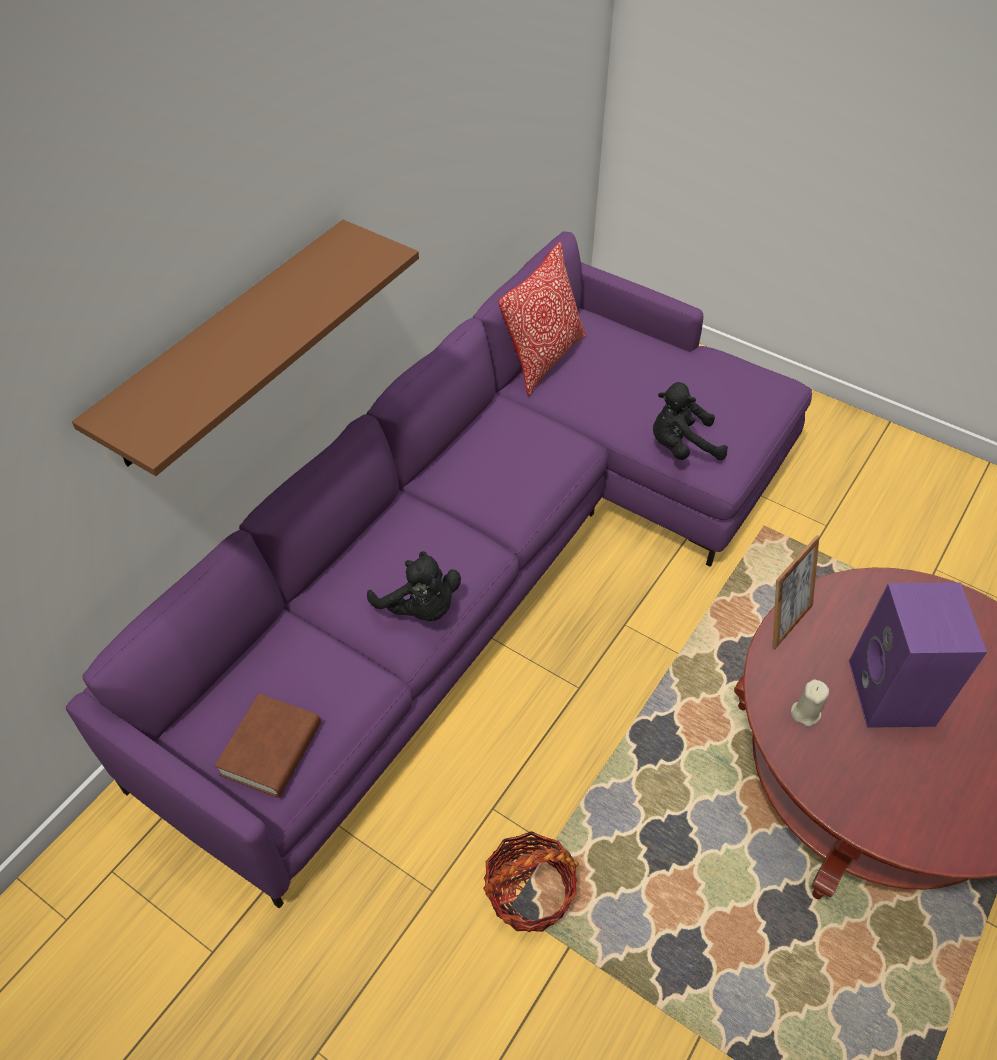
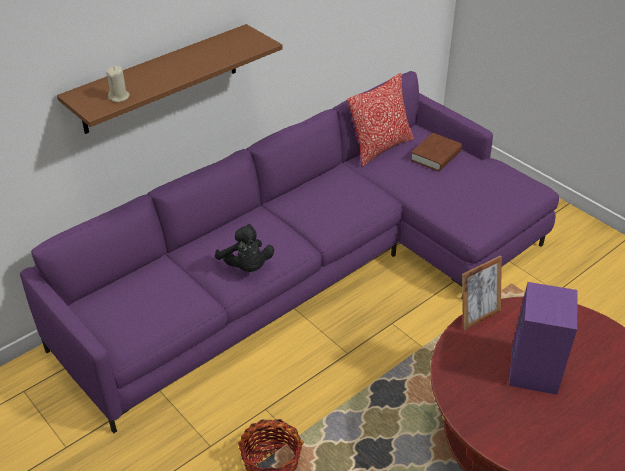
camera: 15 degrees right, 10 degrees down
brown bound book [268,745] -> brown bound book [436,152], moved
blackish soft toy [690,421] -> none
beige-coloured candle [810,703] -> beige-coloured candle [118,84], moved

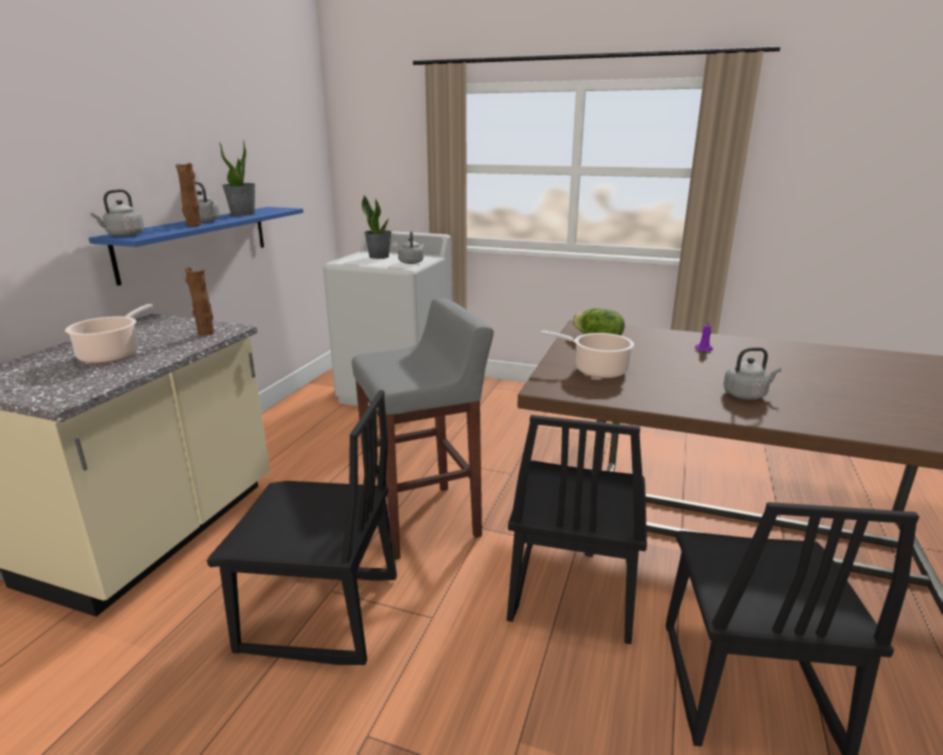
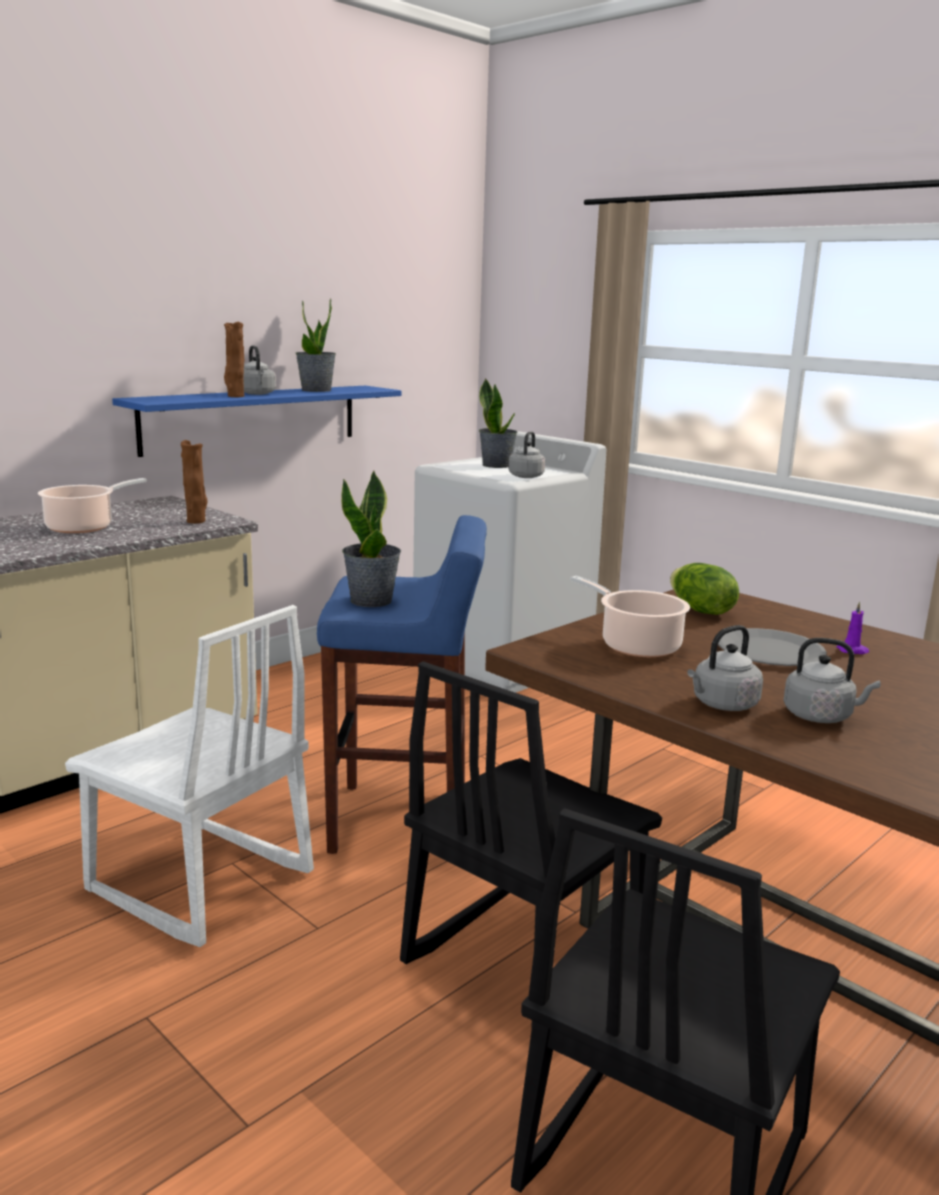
camera: 25 degrees right, 5 degrees down
greyish tea kettle [118,212] -> greyish tea kettle [725,668], moved
blackish plain chair [302,527] -> white plain chair [189,776]
greyish stool seat [423,429] -> bluish stool seat [402,684]
none -> plant in a pot [371,539]
none -> greyish plate [772,647]

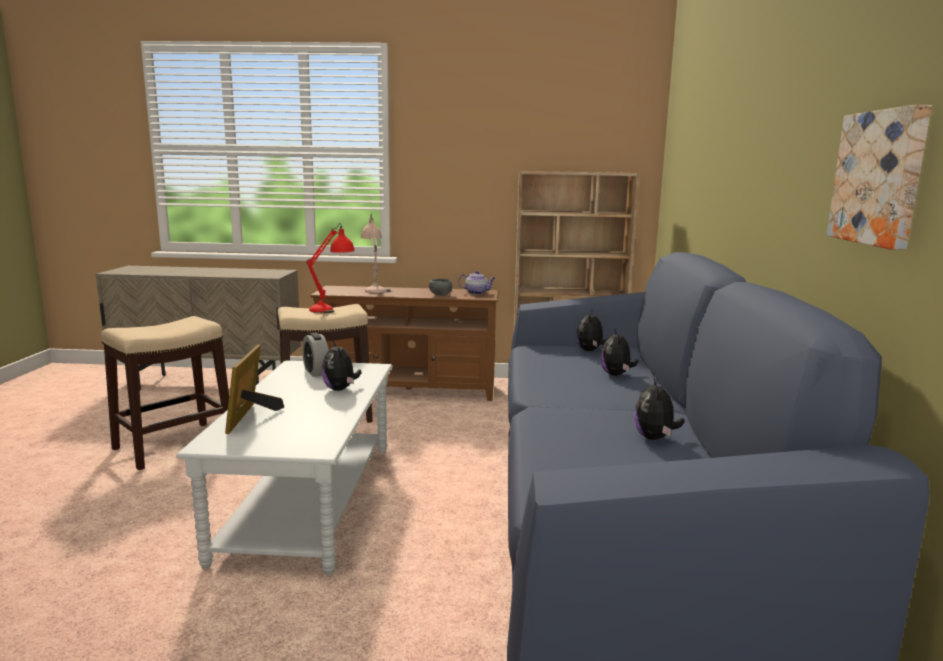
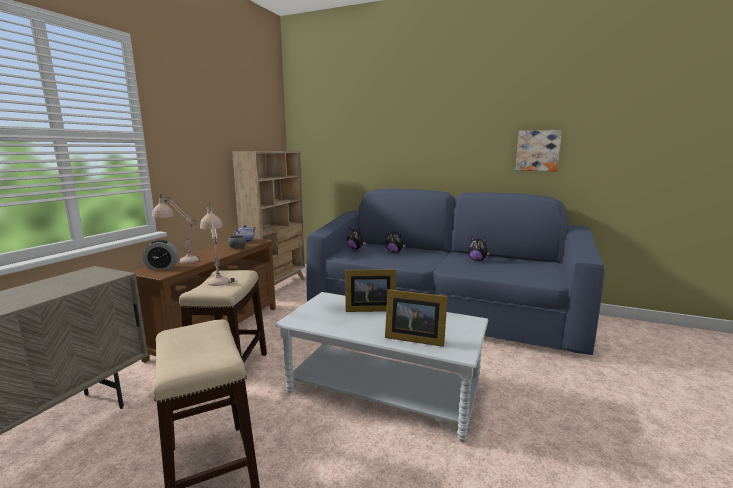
camera: 70 degrees left, 0 degrees up
alarm clock [315,355] -> alarm clock [161,255], moved
red lamp for a table [330,268] -> beige-coloured lamp for a table [217,244]
soft toy [341,366] -> photo frame [370,290]

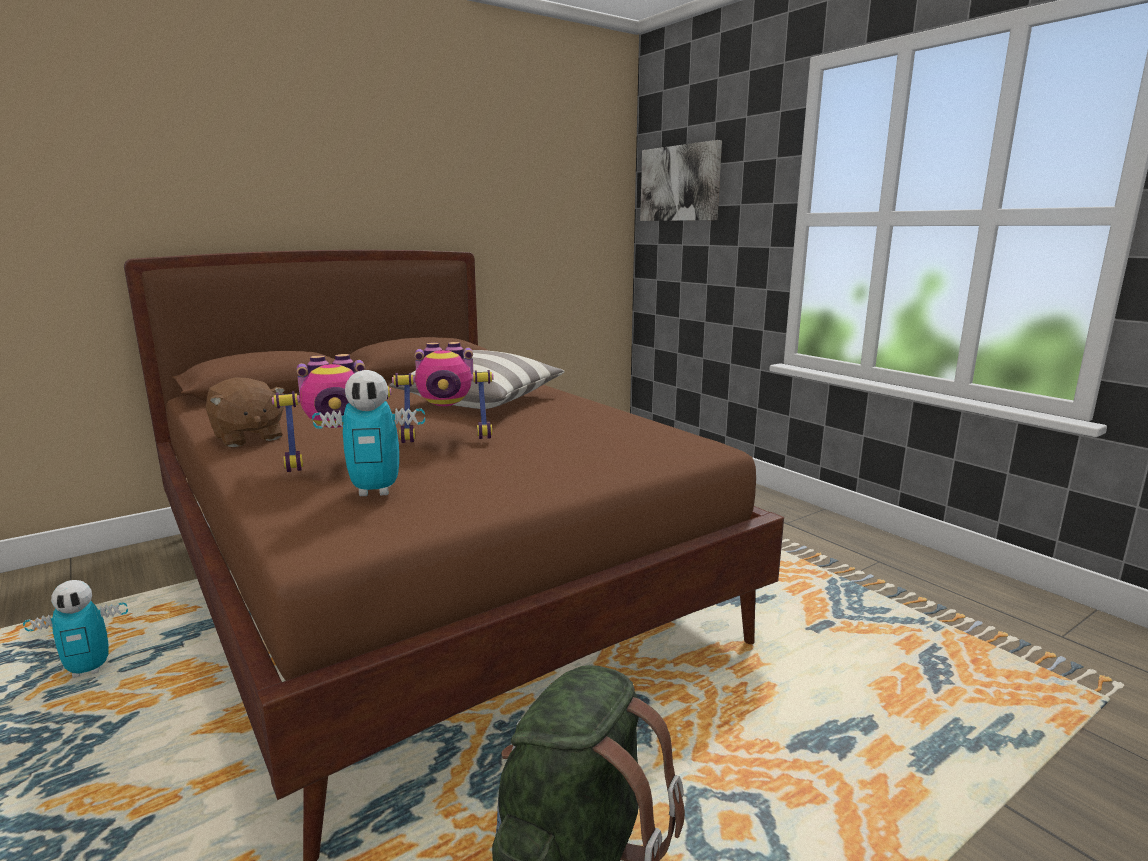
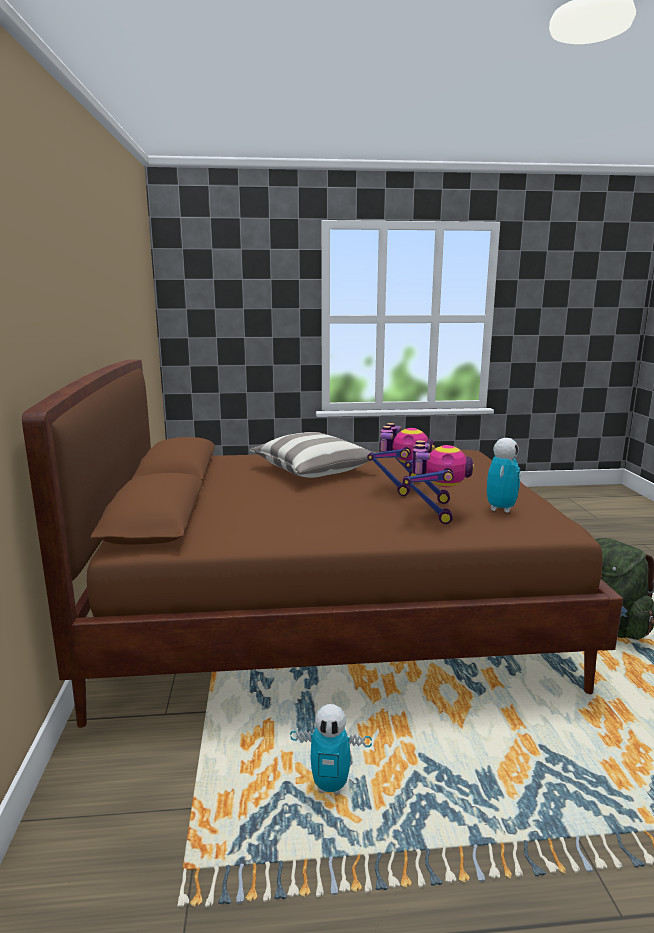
camera: 60 degrees left, 0 degrees up
model robot [75,629] -> model robot [331,749], 90 degrees clockwise
brown soft toy [245,412] -> none
wall art [681,180] -> none

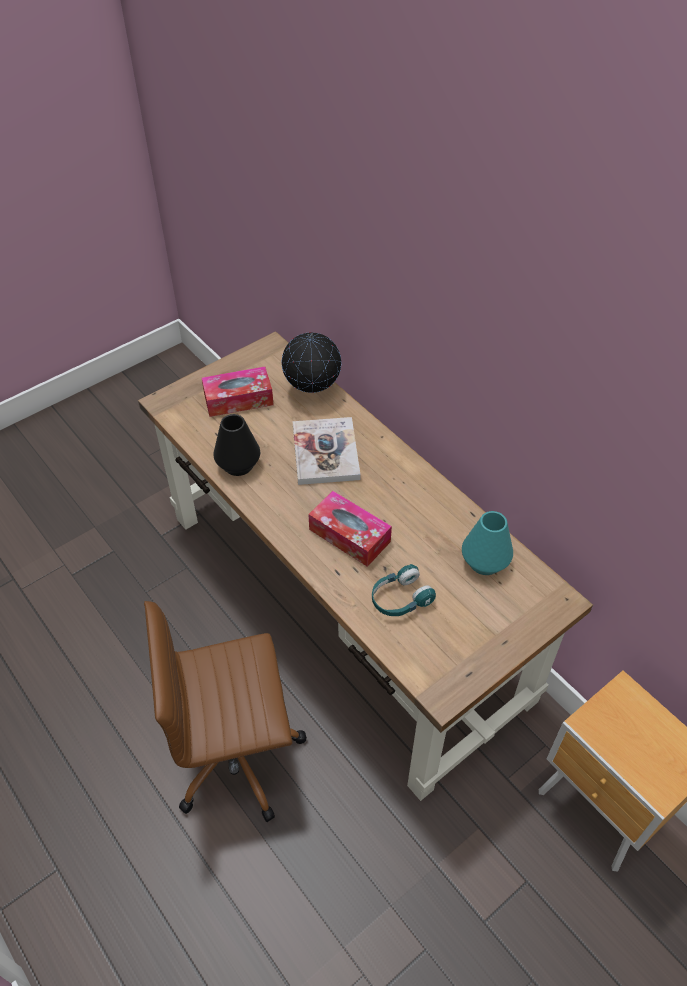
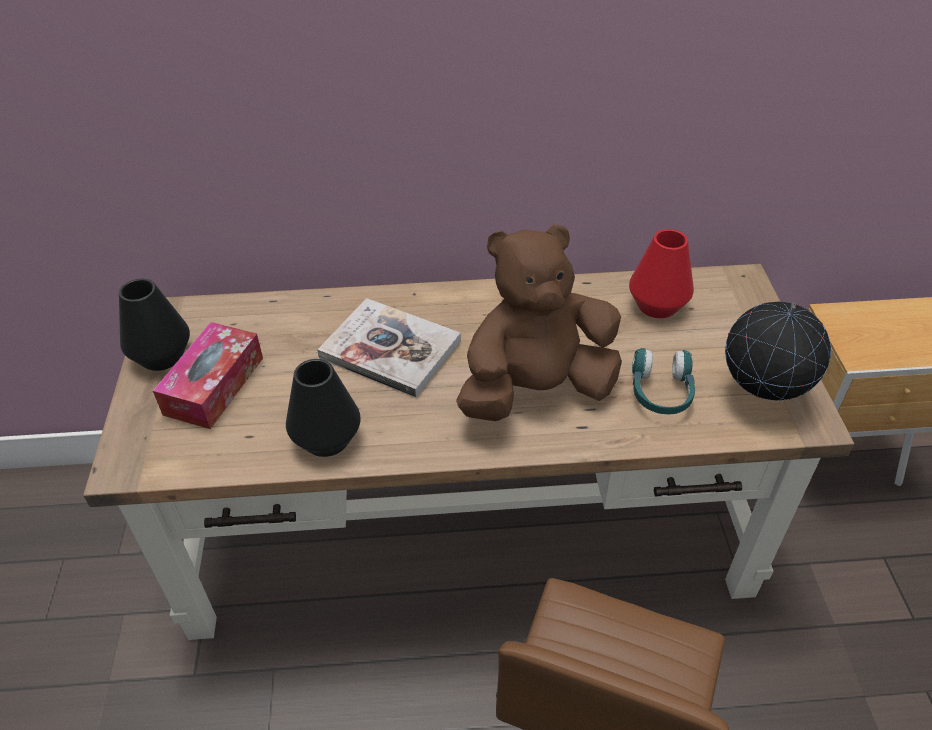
camera: 55 degrees left, 5 degrees down
globe [311,362] -> globe [778,351], moved
tissue holder [350,529] -> brown soft toy [539,322]
blue-green flower vase [487,543] -> red flower vase [661,273]
none -> blackish flower vase [154,325]

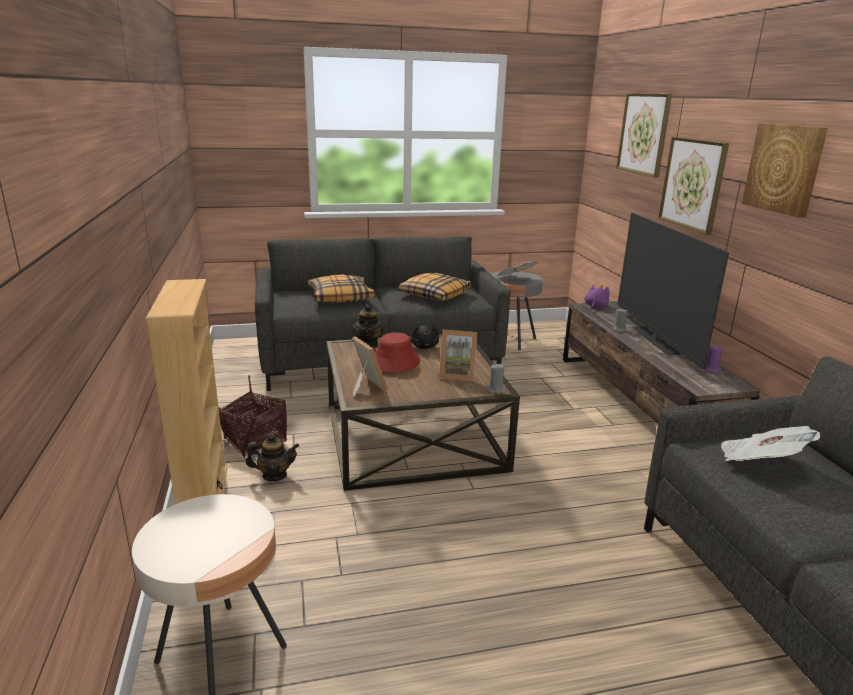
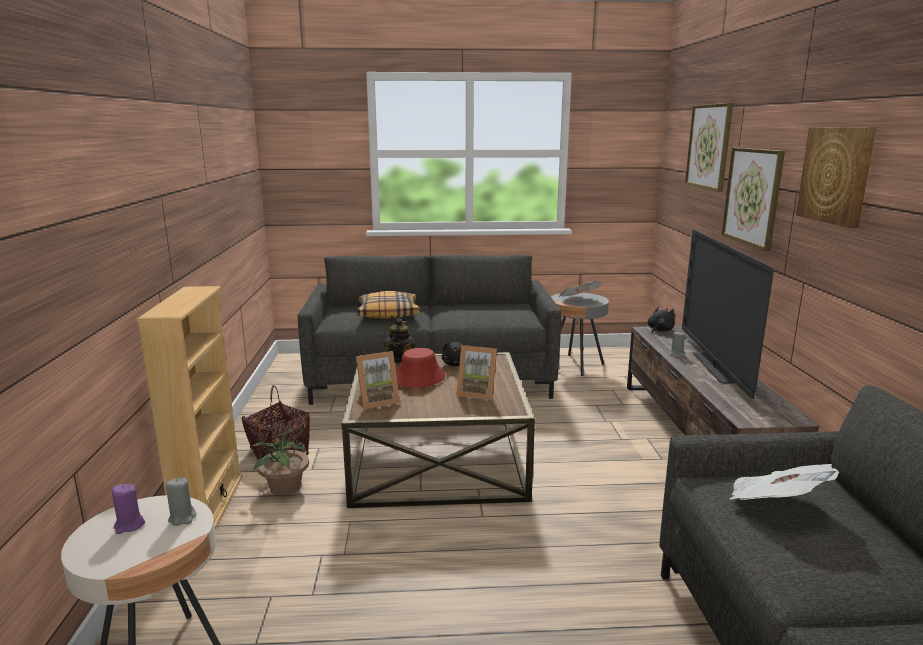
camera: 10 degrees right, 5 degrees down
pot for tea [272,457] -> plant in a pot [280,453]
photo frame [370,366] -> photo frame [378,380], 90 degrees clockwise
cushion [435,287] -> none
greyish candle [496,379] -> greyish candle [181,501], moved
purplish soft toy [597,297] -> blackish soft toy [661,320]
purplish candle [713,360] -> purplish candle [128,509], moved

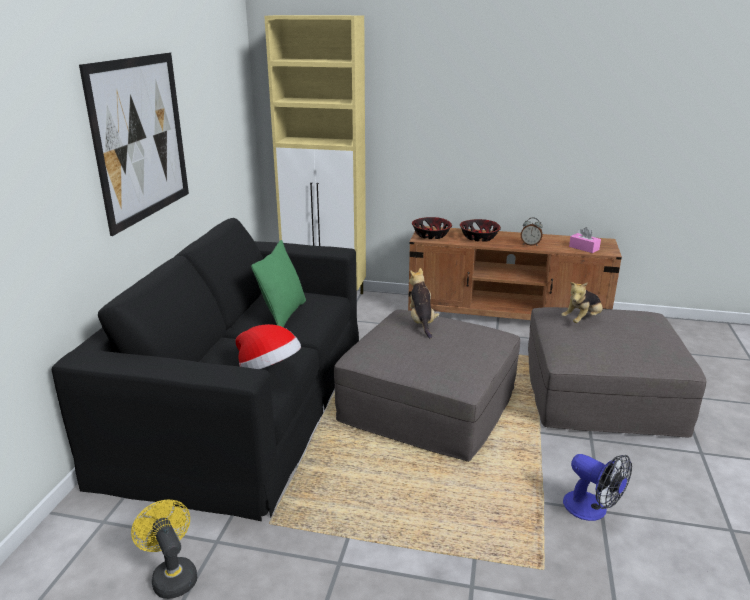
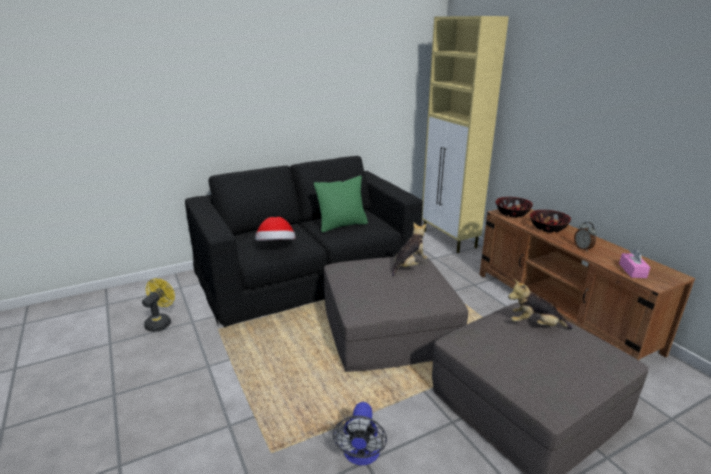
camera: 50 degrees right, 0 degrees up
wall art [134,144] -> none

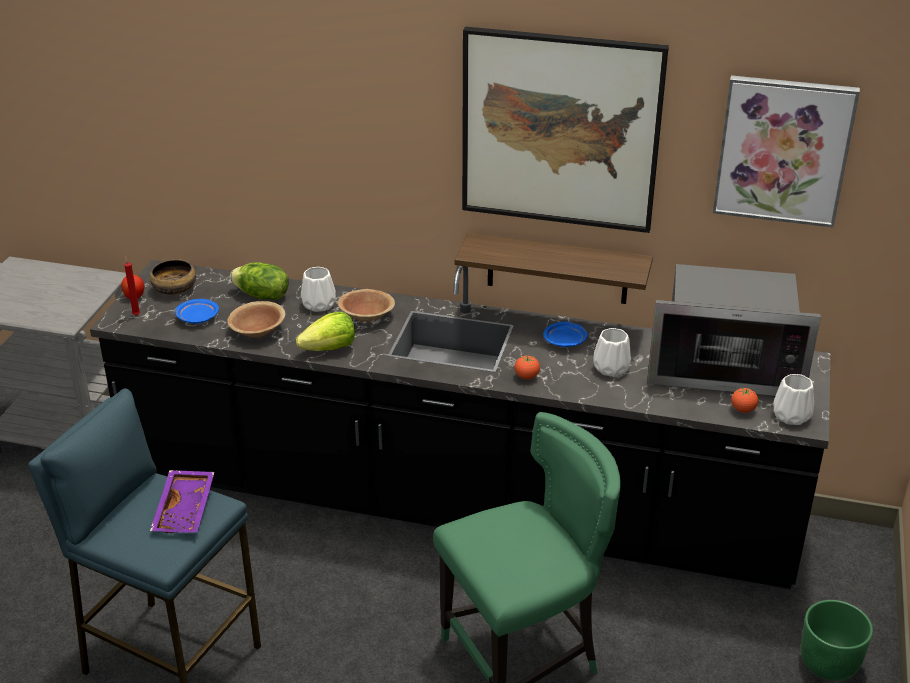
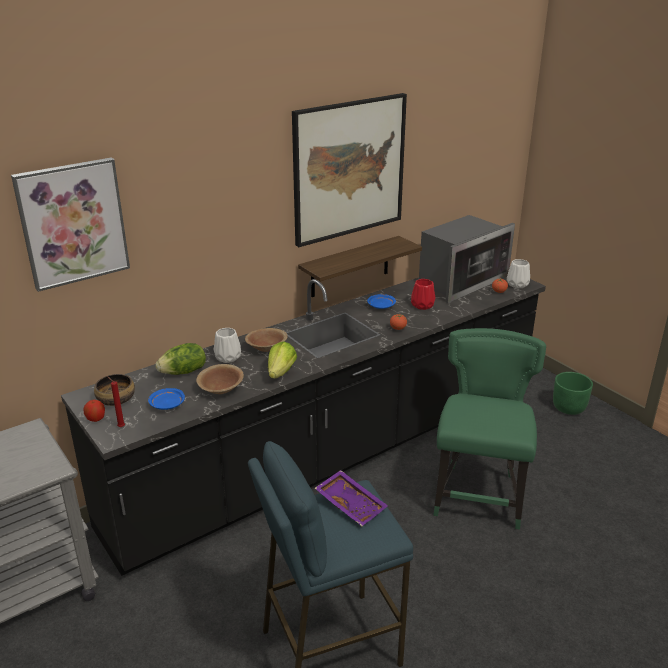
camera: 50 degrees left, 5 degrees down
white flower vase [612,352] -> red flower vase [423,294]
wall art [786,151] -> wall art [70,225], moved

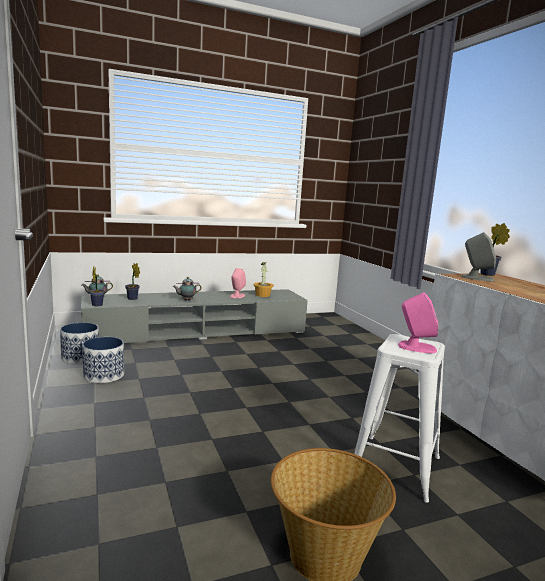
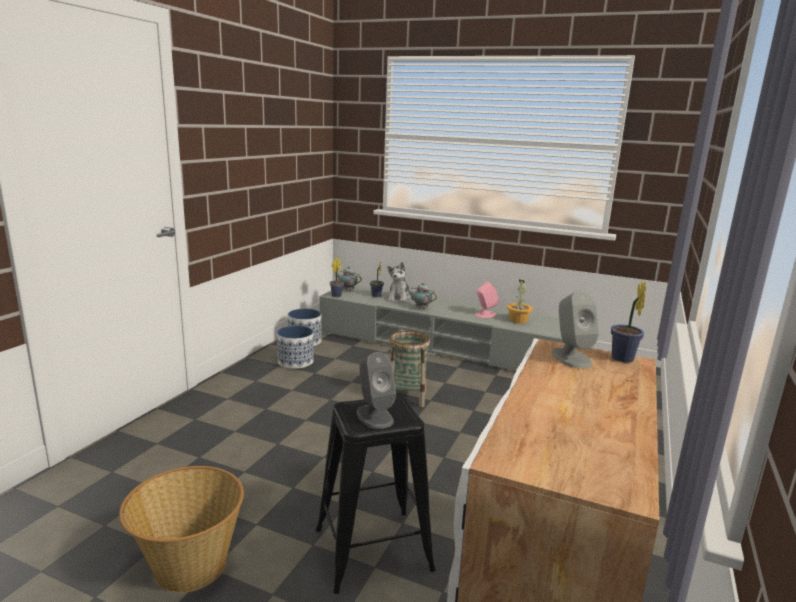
camera: 45 degrees right, 5 degrees up
white stool seat [399,418] -> blackish stool seat [375,494]
pink speaker [418,322] -> greyish speaker [376,390]
none -> soft toy [399,282]
none -> storage basket [409,368]

